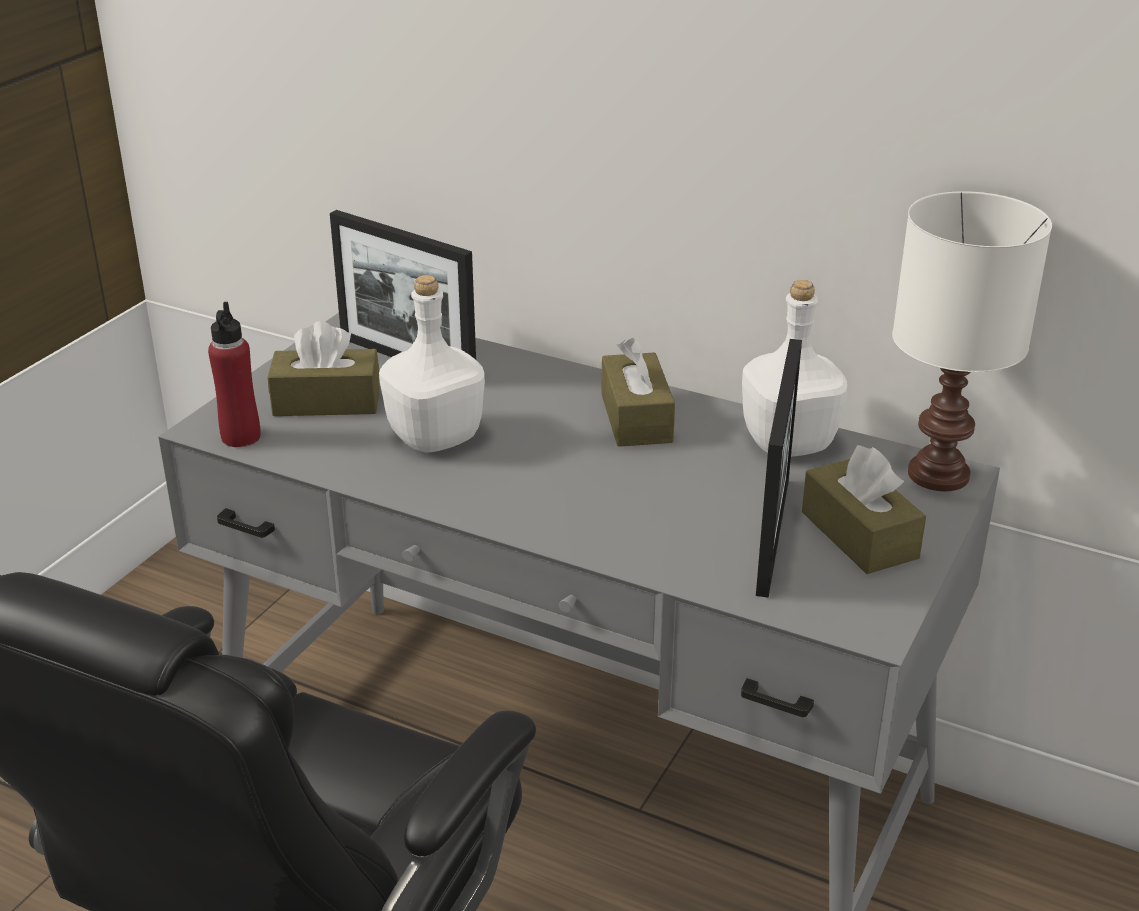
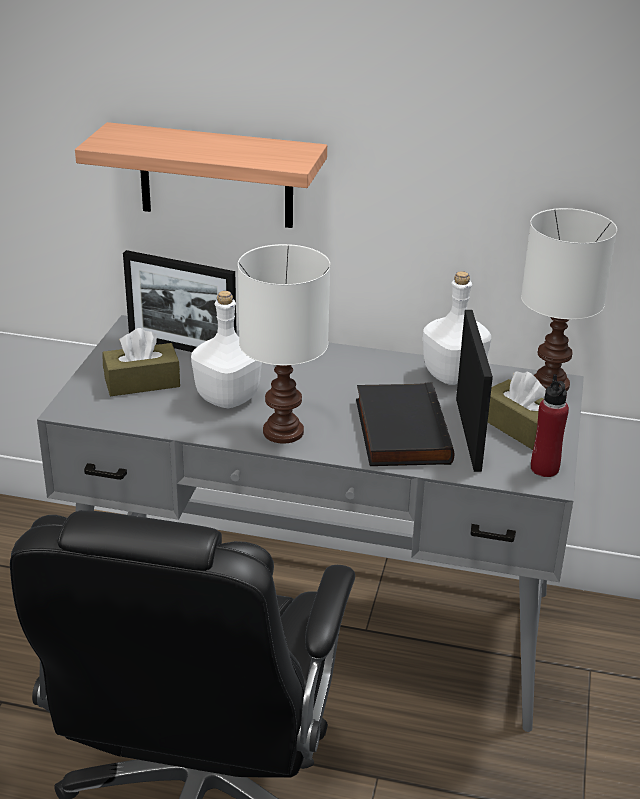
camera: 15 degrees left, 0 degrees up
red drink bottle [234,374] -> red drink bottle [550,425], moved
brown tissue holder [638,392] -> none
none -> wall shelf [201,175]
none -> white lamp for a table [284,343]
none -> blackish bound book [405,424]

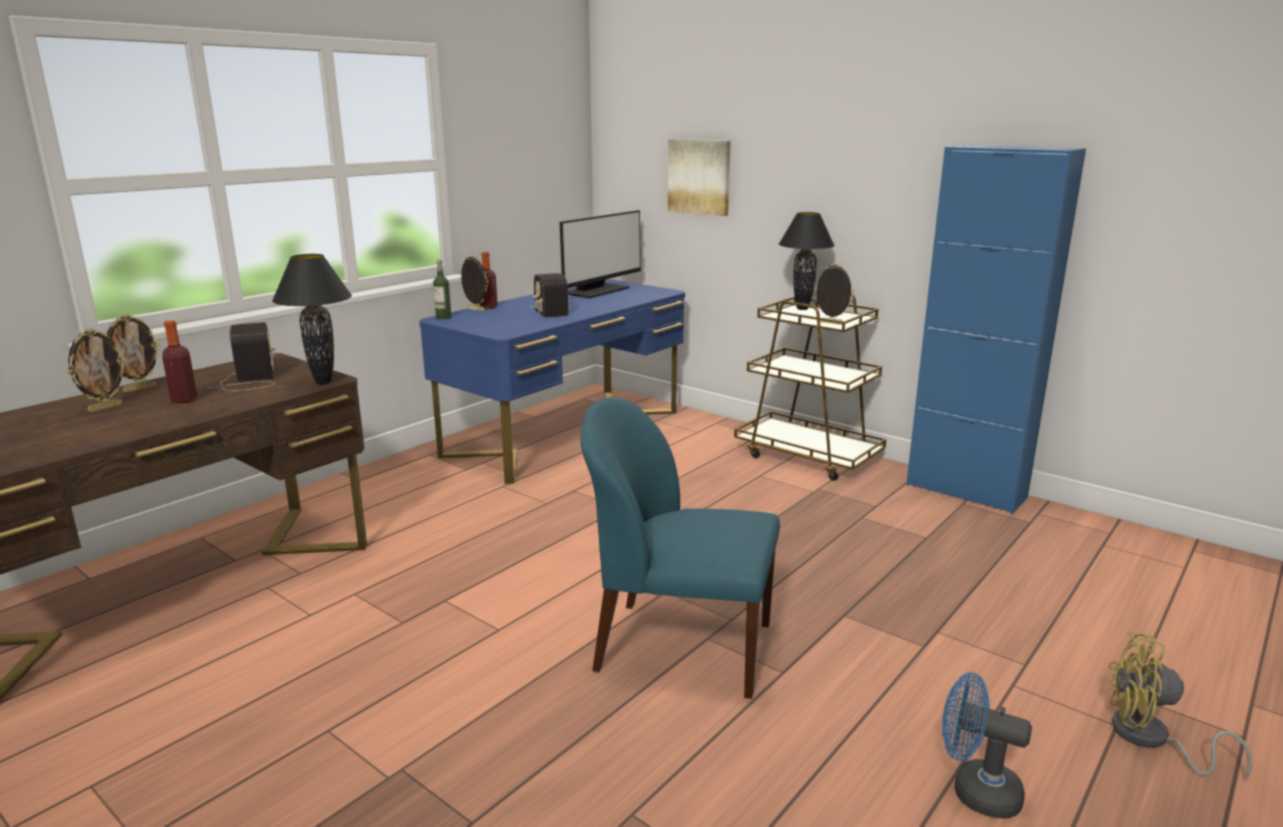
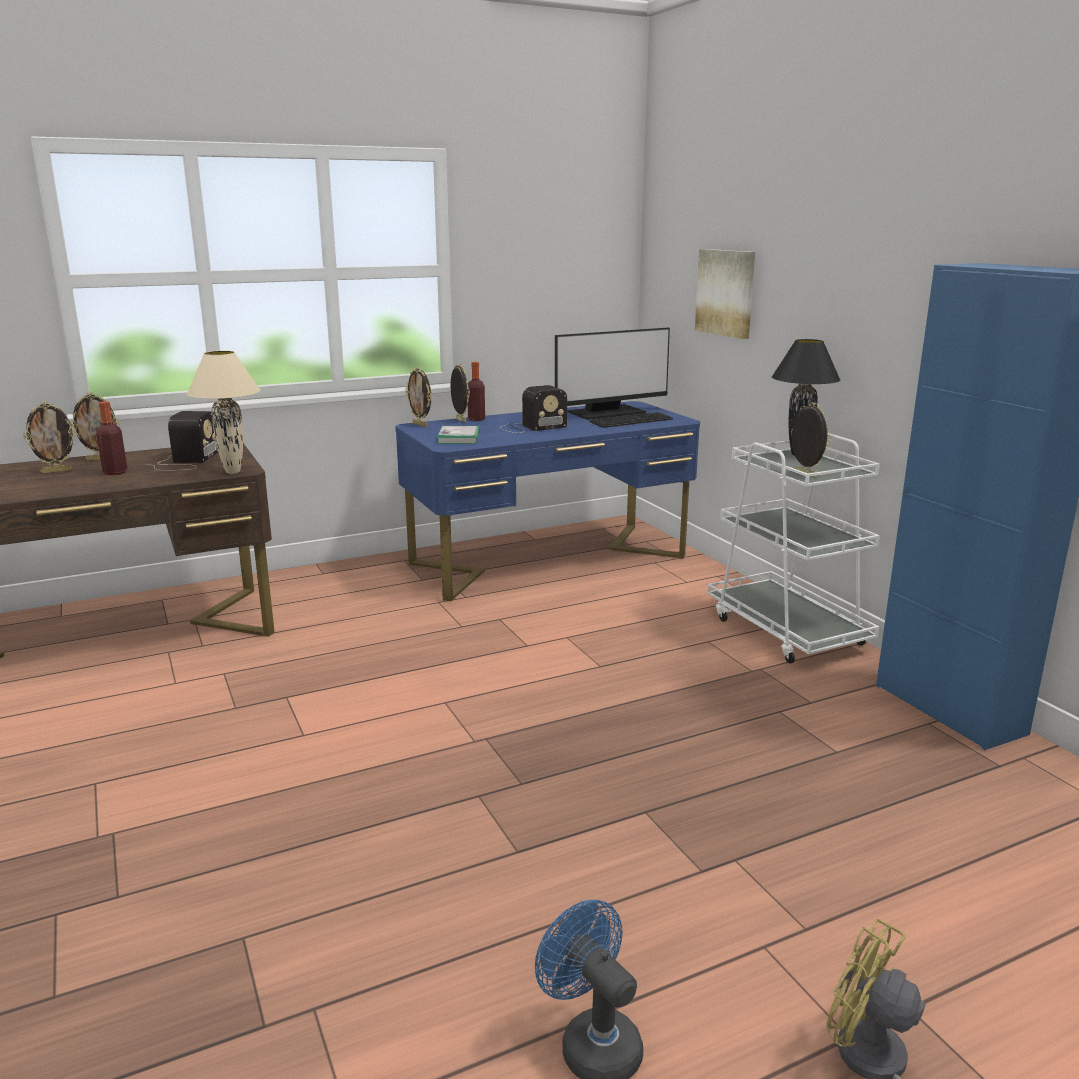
camera: 25 degrees right, 0 degrees up
blackish lamp for a table [312,319] -> beige-coloured lamp for a table [223,412]
drink bottle [442,290] -> photo frame [418,397]
radio set [551,295] -> radio set [533,409], 120 degrees counterclockwise
bluish plain chair [680,548] -> none
brown cart [810,387] -> white cart [793,548]
none -> bound book [458,435]
none -> computer keyboard [631,420]

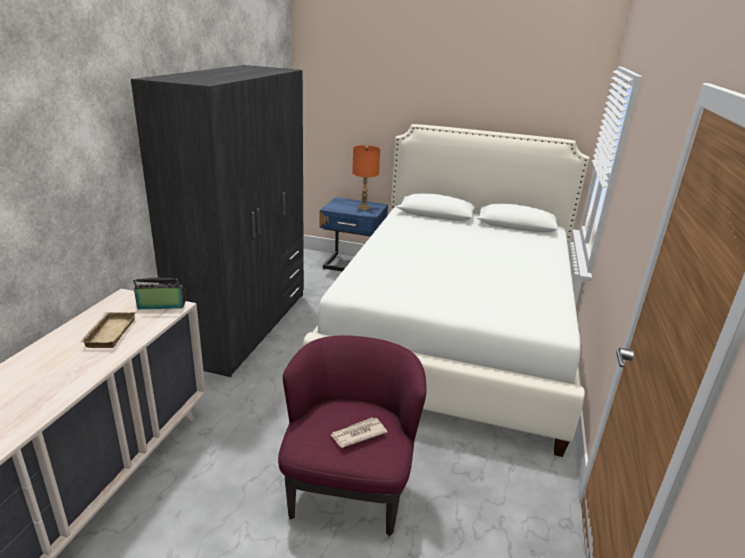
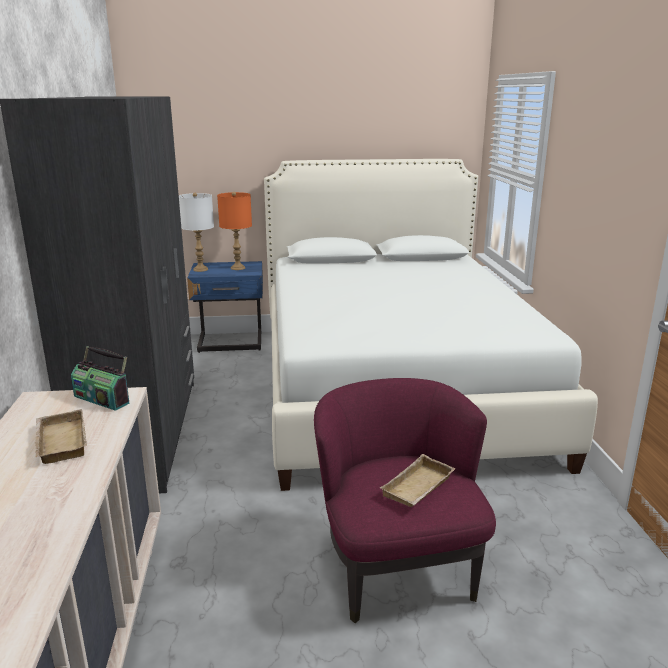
camera: 20 degrees left, 5 degrees down
radio set [159,293] -> radio set [100,378], 120 degrees counterclockwise
daily paper [359,432] -> beige-coloured serving tray [418,480]
none -> white lamp for a table [196,232]

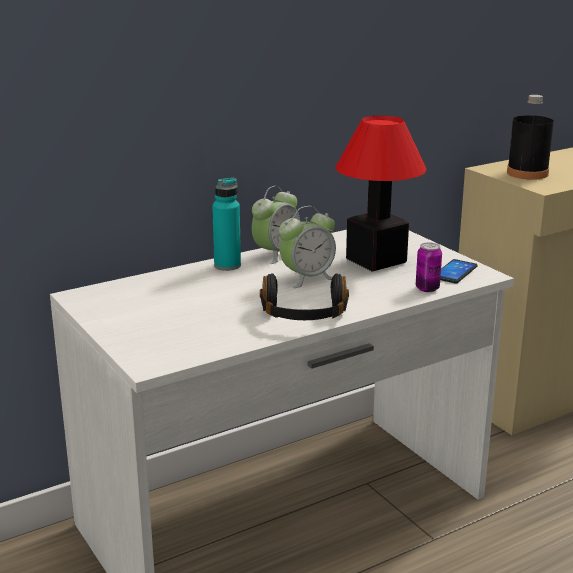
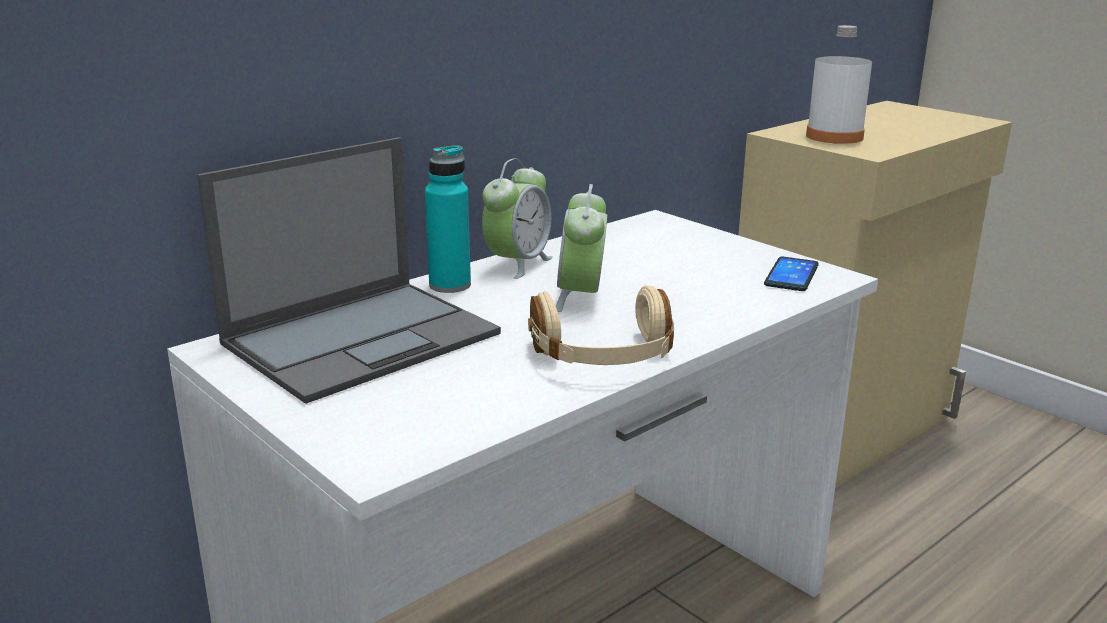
camera: 10 degrees left, 0 degrees up
blackish headphones [304,296] -> beige-coloured headphones [601,325]
alarm clock [307,247] -> alarm clock [581,248], 135 degrees clockwise
lamp for a table [381,193] -> none
sealed can [429,267] -> none
blackish drink bottle [530,137] -> white drink bottle [839,84]
none -> laptop [349,270]

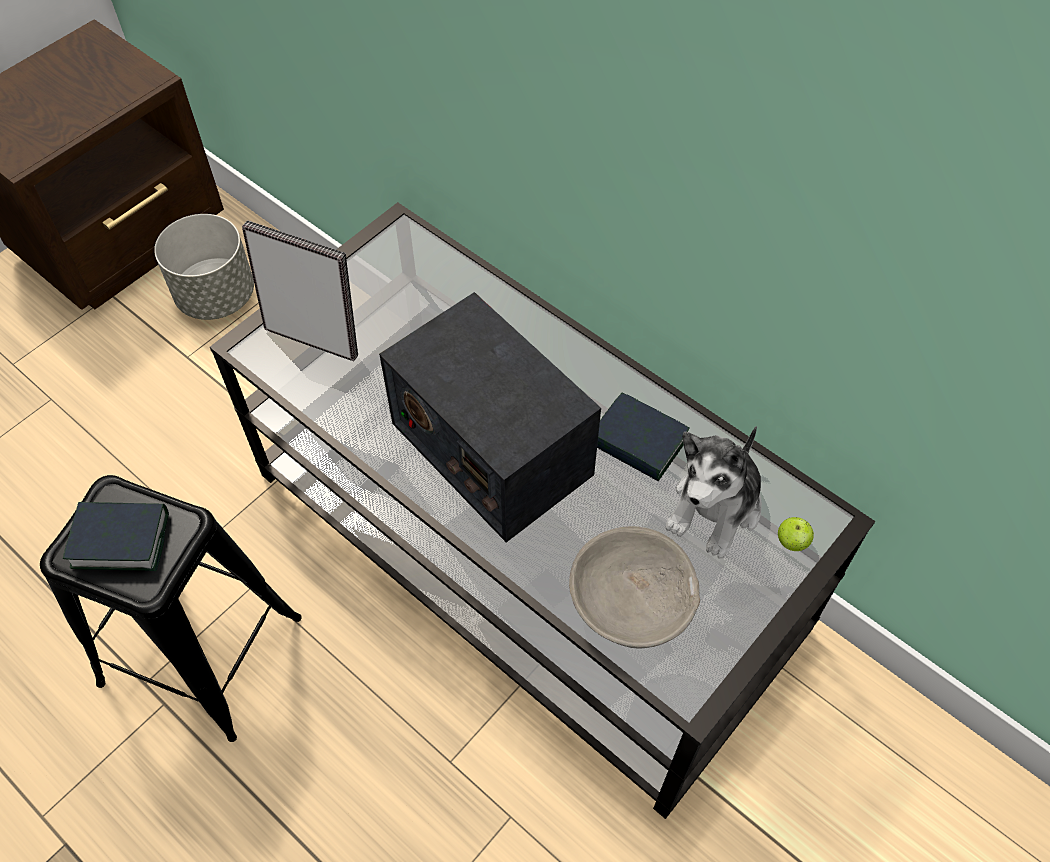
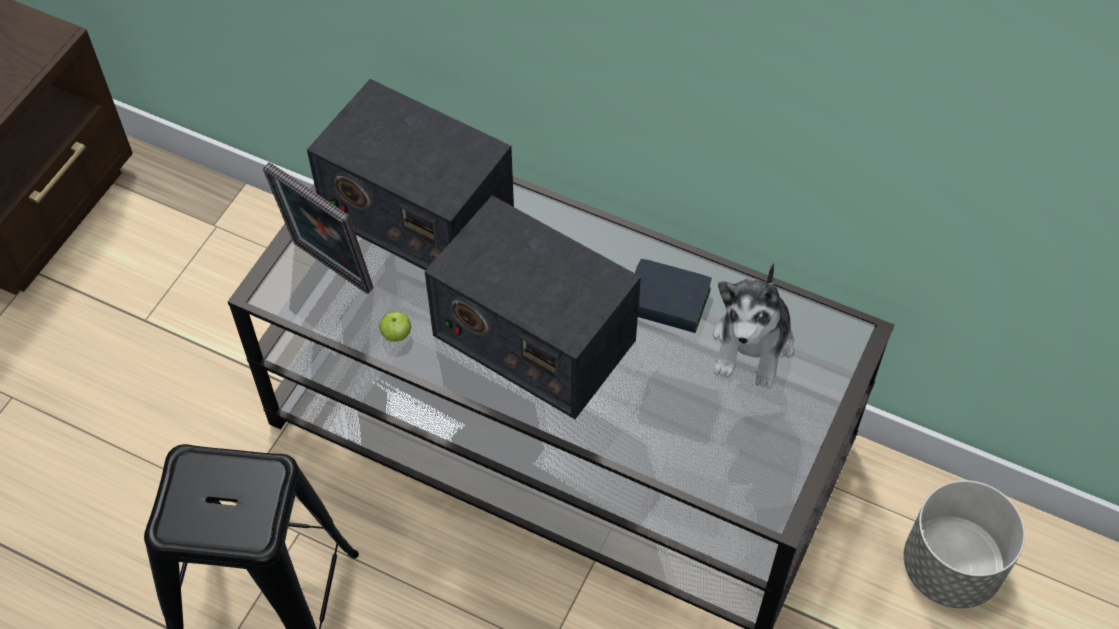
camera: 15 degrees left, 0 degrees up
bound book [116,536] -> none
greyish plant pot [204,267] -> greyish plant pot [964,544], moved
photo frame [300,290] -> photo frame [318,228], 150 degrees counterclockwise
greyish serving bowl [634,587] -> none
apple [796,534] -> apple [395,326], moved
none -> radio set [410,175]

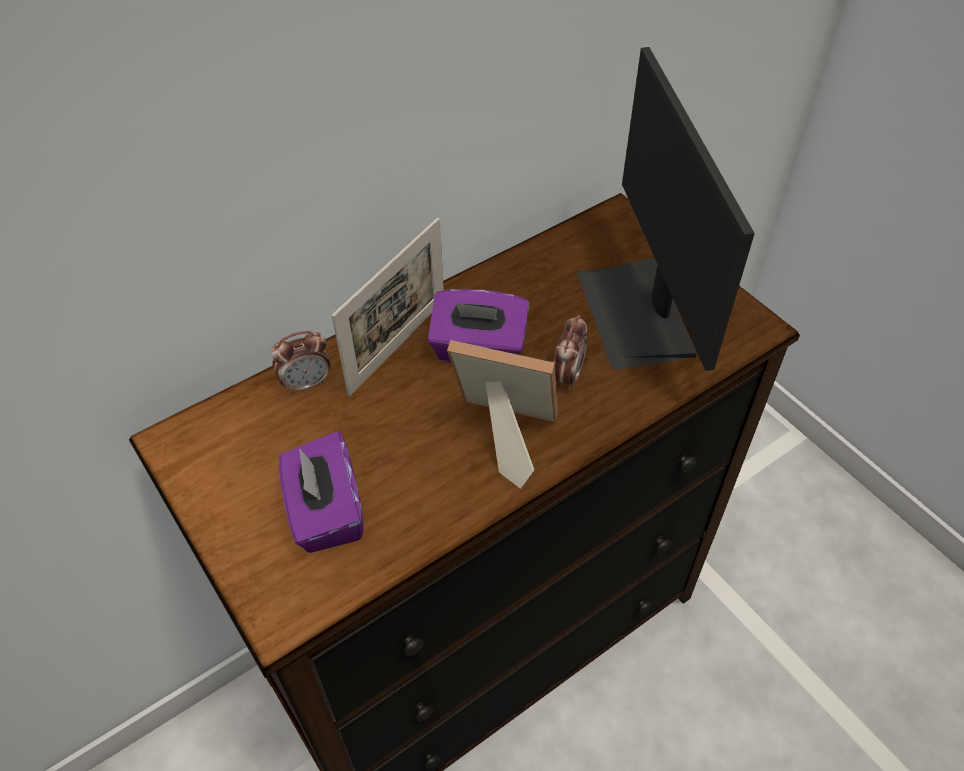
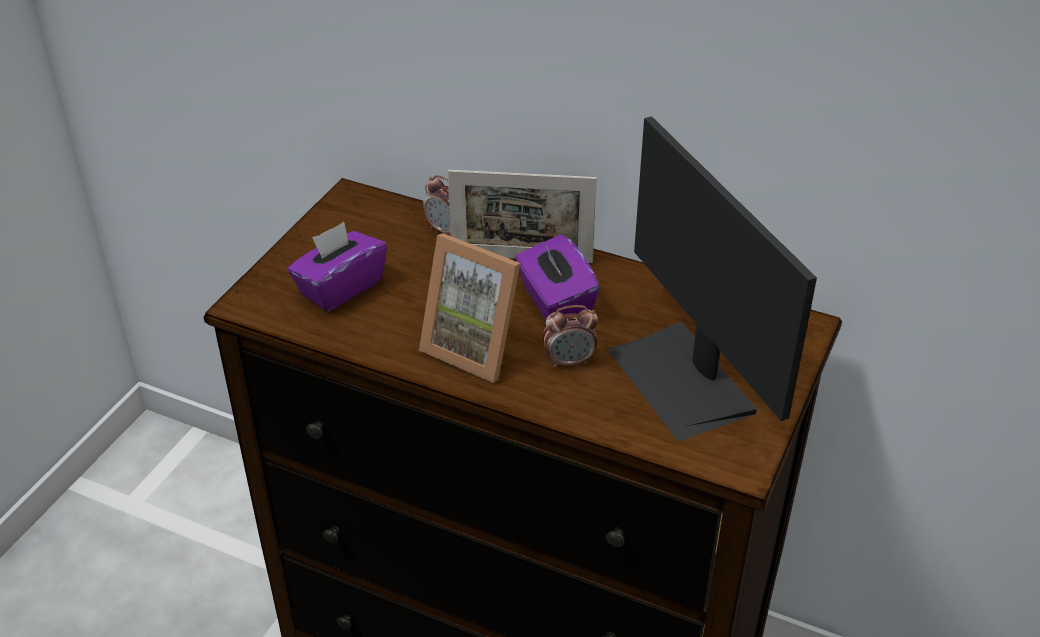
camera: 60 degrees right, 10 degrees down
photo frame [502,414] -> photo frame [469,308], 135 degrees clockwise
monitor [666,209] -> monitor [712,279], 75 degrees counterclockwise

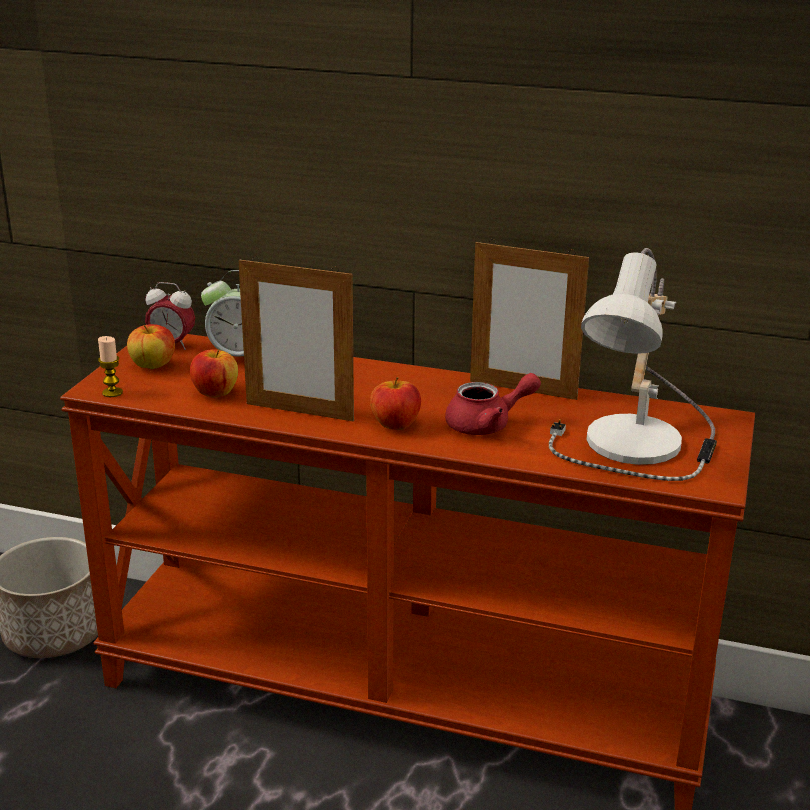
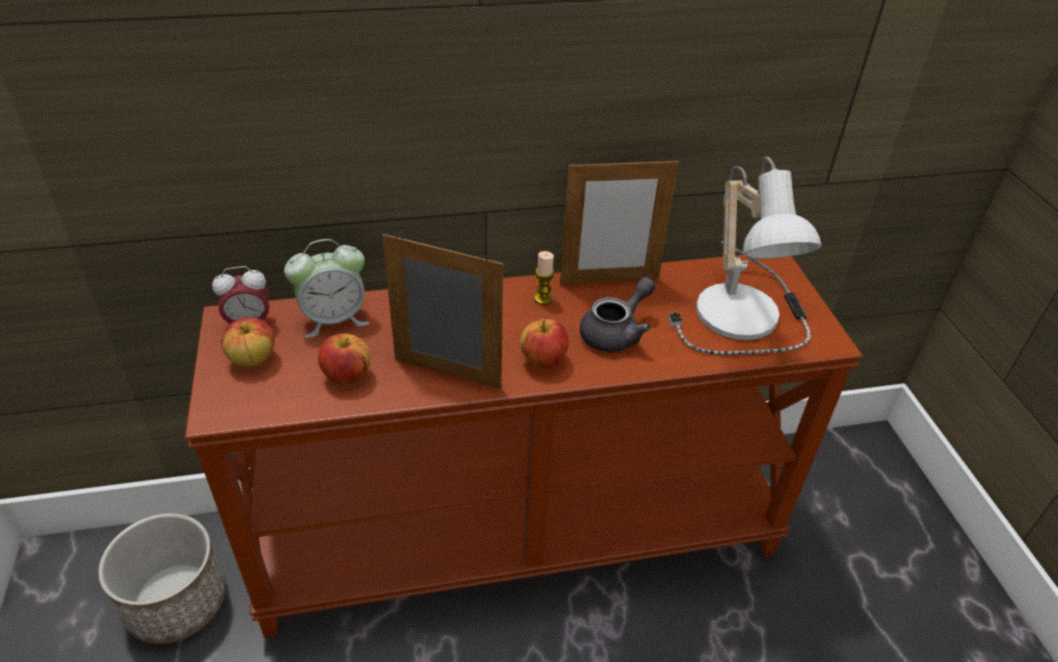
camera: 30 degrees left, 15 degrees up
candle [110,366] -> candle [544,278], moved
photo frame [296,338] -> photo frame [442,311], 150 degrees counterclockwise
red pot for tea [493,404] -> greyish pot for tea [617,314]

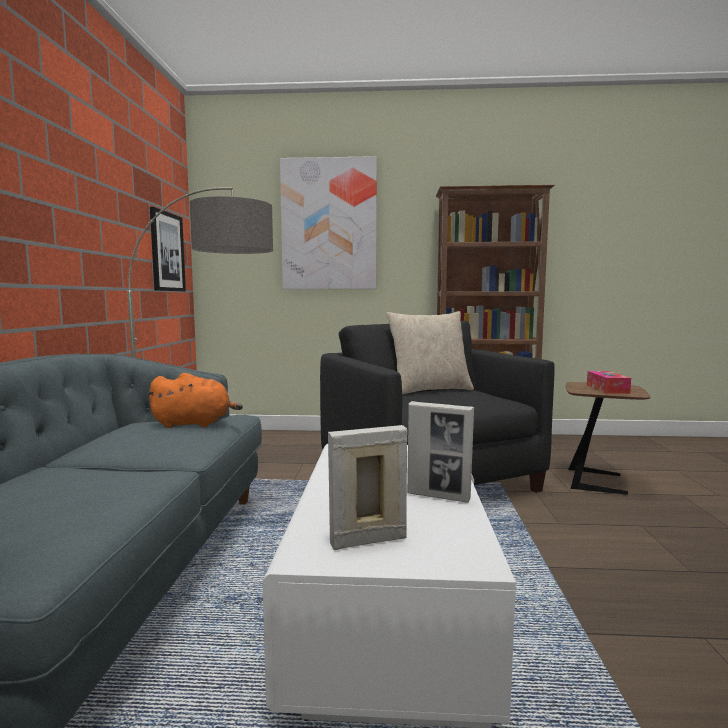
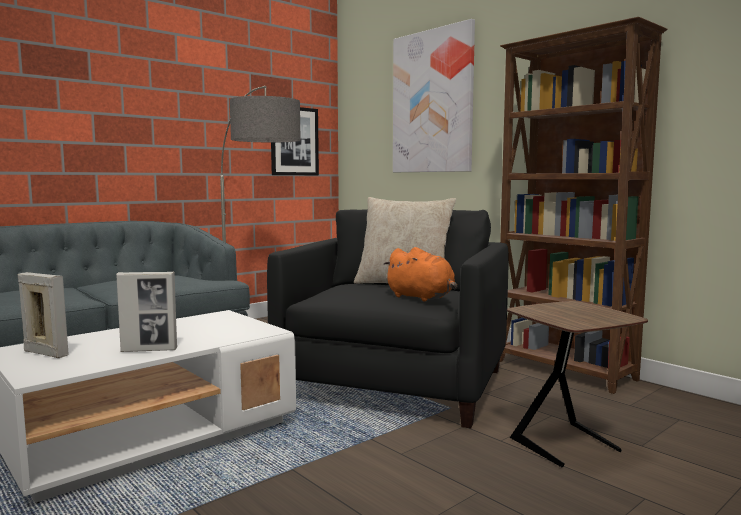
camera: 45 degrees right, 0 degrees up
orange-coloured soft toy [194,400] -> orange-coloured soft toy [420,274], moved
photo frame [440,452] -> photo frame [146,312], 75 degrees counterclockwise
tissue holder [609,382] -> none

